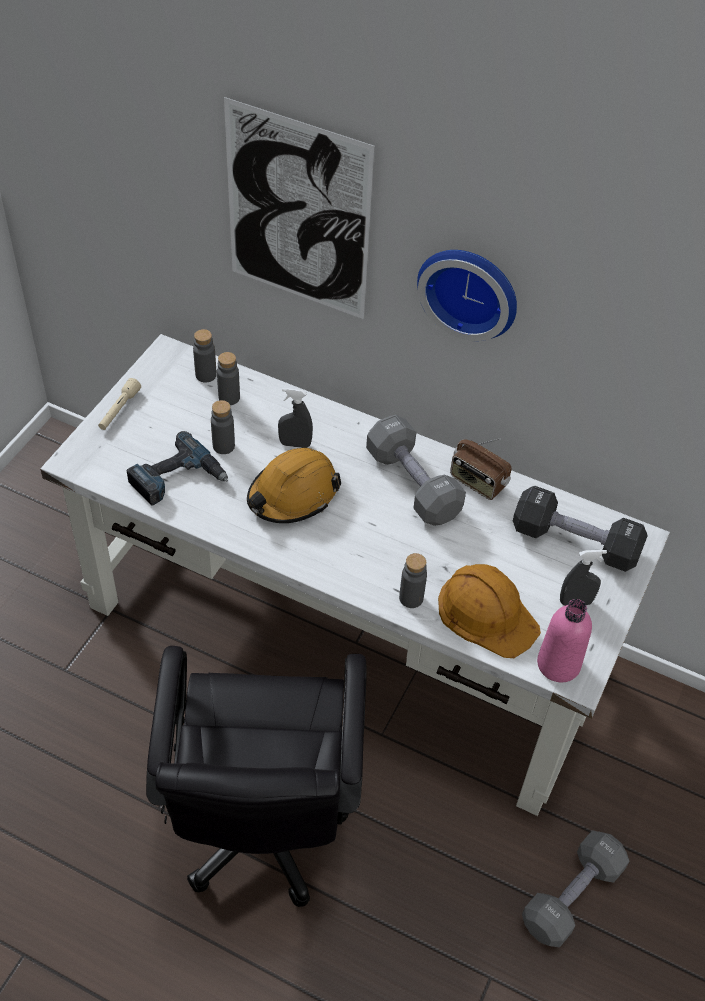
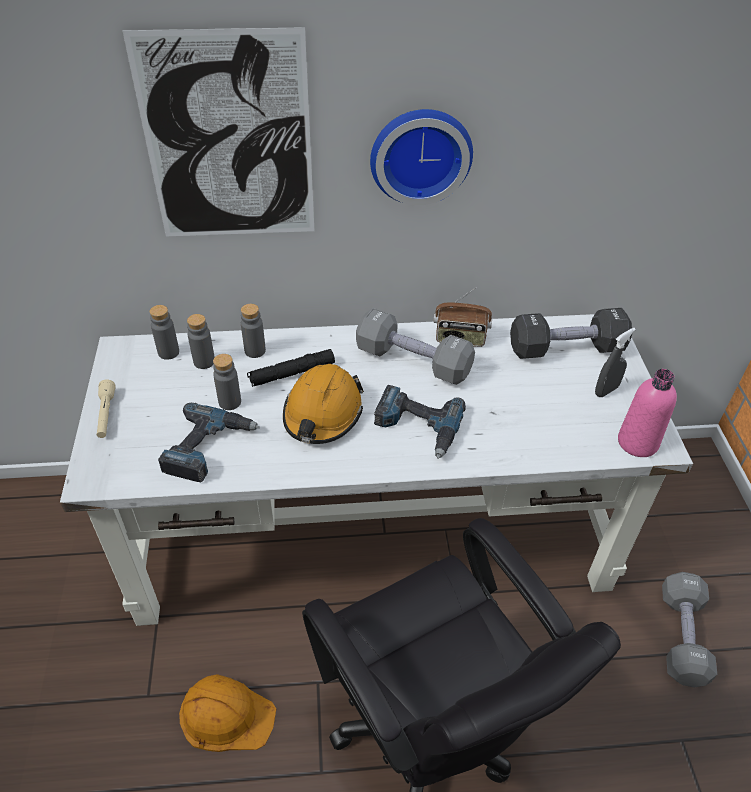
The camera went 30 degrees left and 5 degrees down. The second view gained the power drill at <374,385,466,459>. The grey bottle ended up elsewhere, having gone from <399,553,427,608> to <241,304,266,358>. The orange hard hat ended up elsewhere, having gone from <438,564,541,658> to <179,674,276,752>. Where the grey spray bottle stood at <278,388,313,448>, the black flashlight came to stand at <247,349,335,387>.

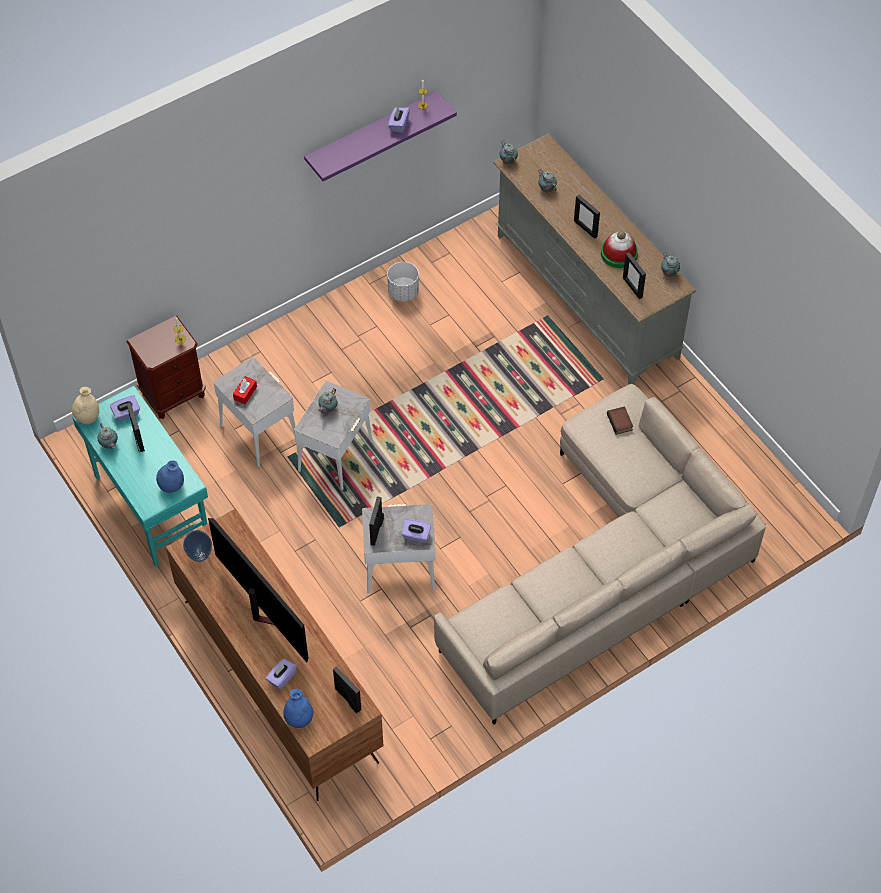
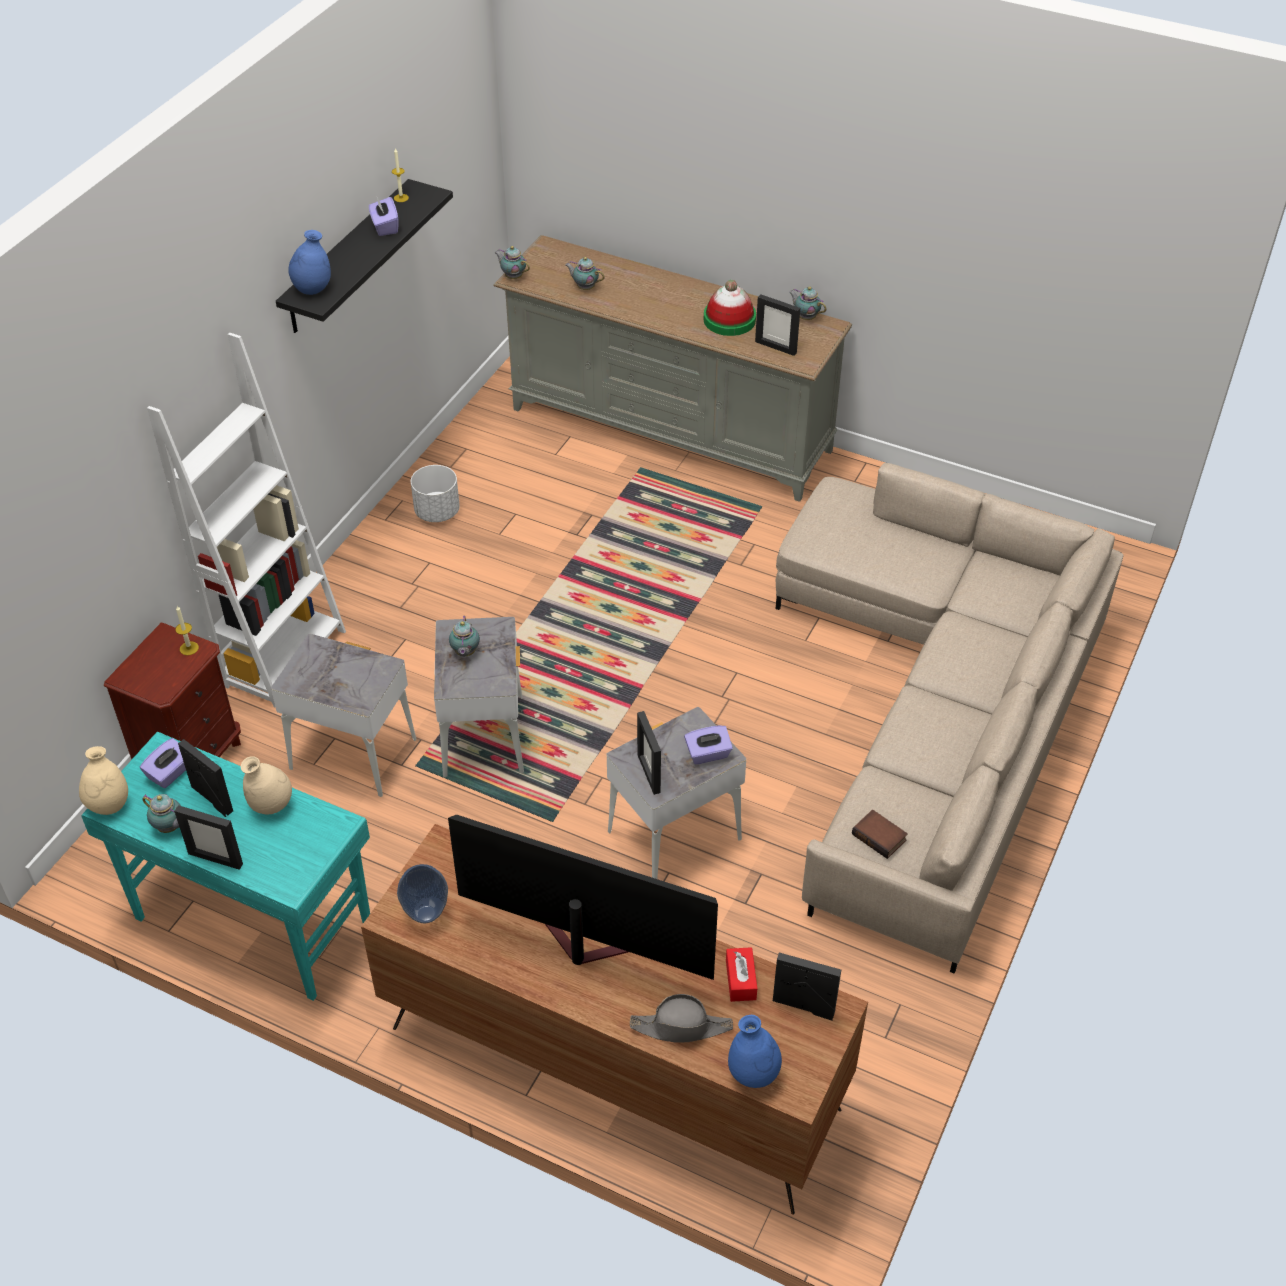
The camera went 30 degrees left and 10 degrees down. The second view gained the white bookcase at <147,333,346,708>. The second view gained the beige vase at <241,756,292,815>. The blue vase ended up elsewhere, having gone from <156,460,184,493> to <288,230,331,295>. The red tissue box ended up elsewhere, having gone from <233,376,257,404> to <726,947,757,1002>. The picture frame ended up elsewhere, having gone from <574,195,600,239> to <174,805,243,870>. The book ended up elsewhere, having gone from <607,406,633,435> to <852,810,908,859>. Where the purple tissue box stood at <266,659,297,690>, the grey hat came to stand at <630,994,733,1043>. What was the purple shelf at <304,91,457,181> turned into the black shelf at <276,179,453,333>.

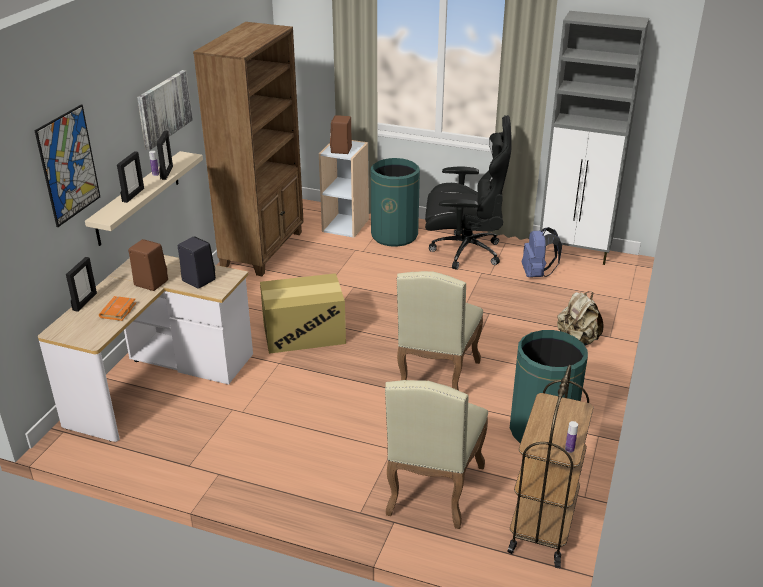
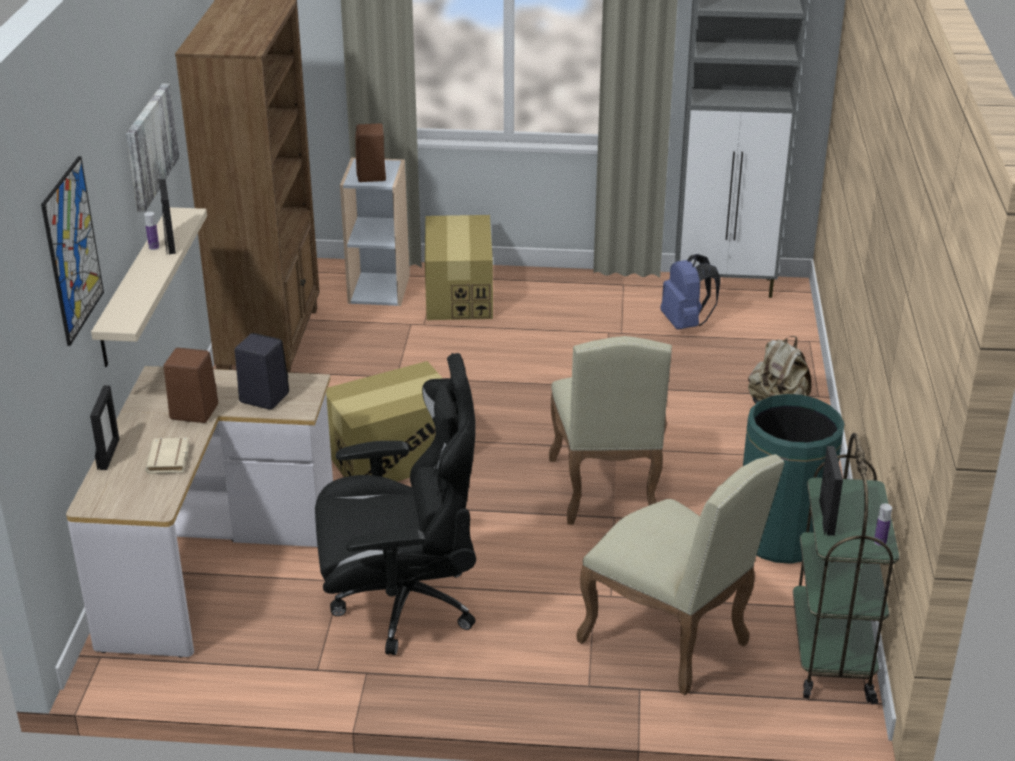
The camera went 15 degrees left and 0 degrees up. The picture frame ended up elsewhere, having gone from <117,151,144,203> to <819,446,843,536>. The black office chair ended up elsewhere, having gone from <425,115,512,270> to <315,353,476,655>. Where the green trash can stood at <371,158,420,247>, the cardboard box came to stand at <425,215,493,320>. What was the orange book at <99,296,136,321> turned into the beige book at <145,438,190,474>. What was the brown cart at <508,365,593,568> turned into the green cart at <793,433,900,704>. The beige chair at <385,380,488,529> ended up facing another way, 45 degrees counterclockwise from before.

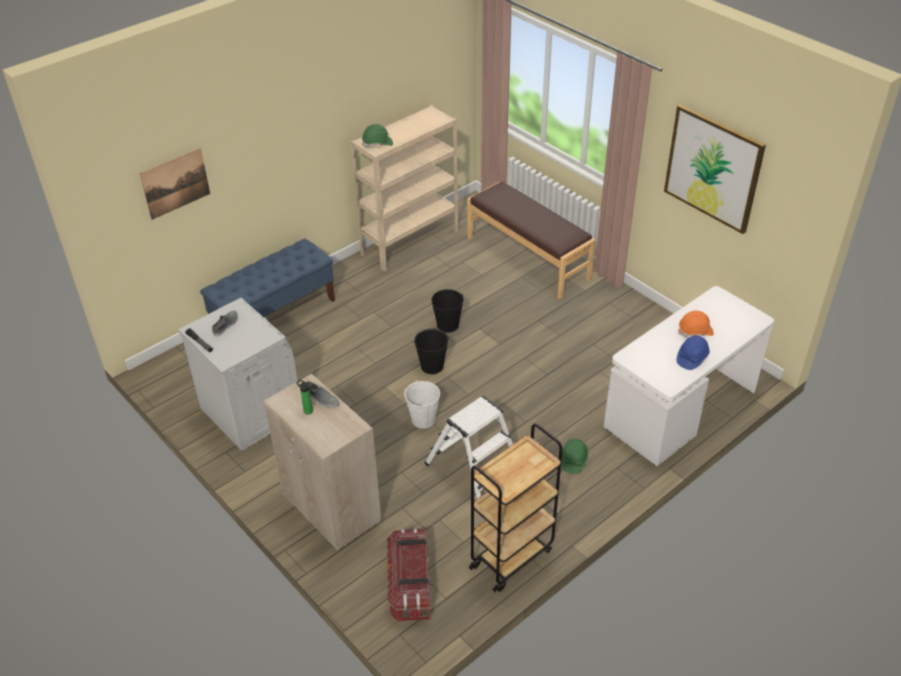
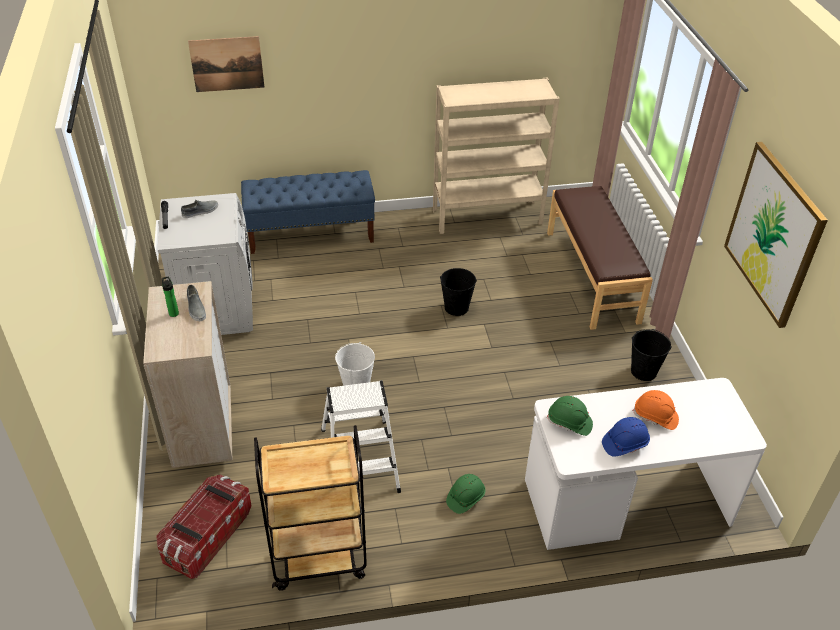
The camera went 30 degrees right and 0 degrees up. The green hard hat ended up elsewhere, having gone from <362,124,393,147> to <547,396,593,436>. The black bucket ended up elsewhere, having gone from <414,328,449,374> to <631,329,672,381>.

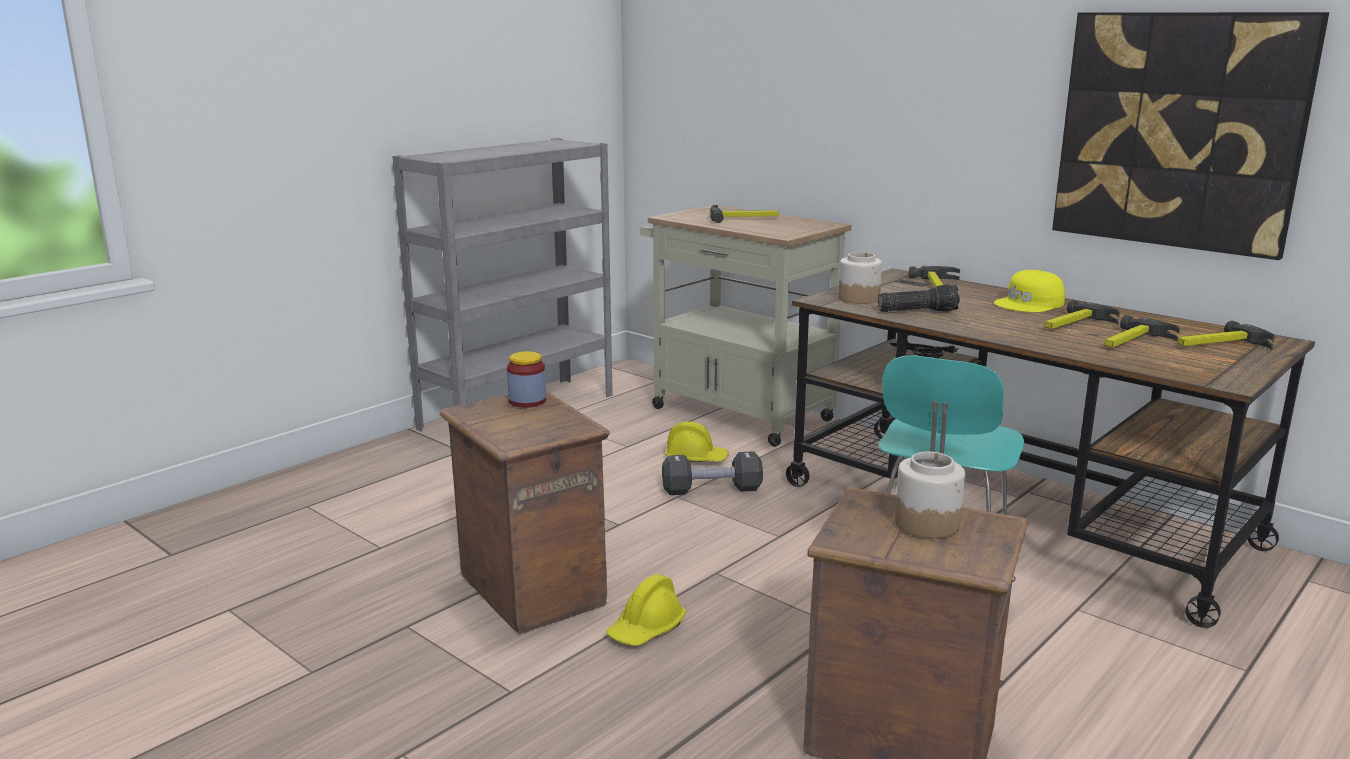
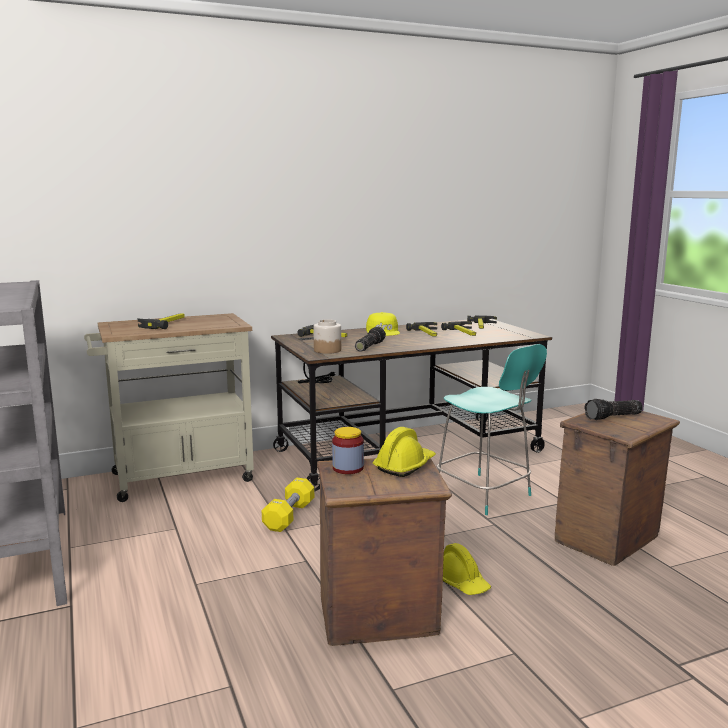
The camera went 65 degrees left and 5 degrees down. The second view lost the picture at <1052,12,1329,260>. The yellow hard hat ended up elsewhere, having gone from <665,422,729,462> to <373,427,436,477>. Where the jar stood at <895,452,965,538>, the flashlight came to stand at <584,399,643,420>. What was the black dumbbell at <662,451,763,495> turned into the yellow dumbbell at <262,478,314,532>.

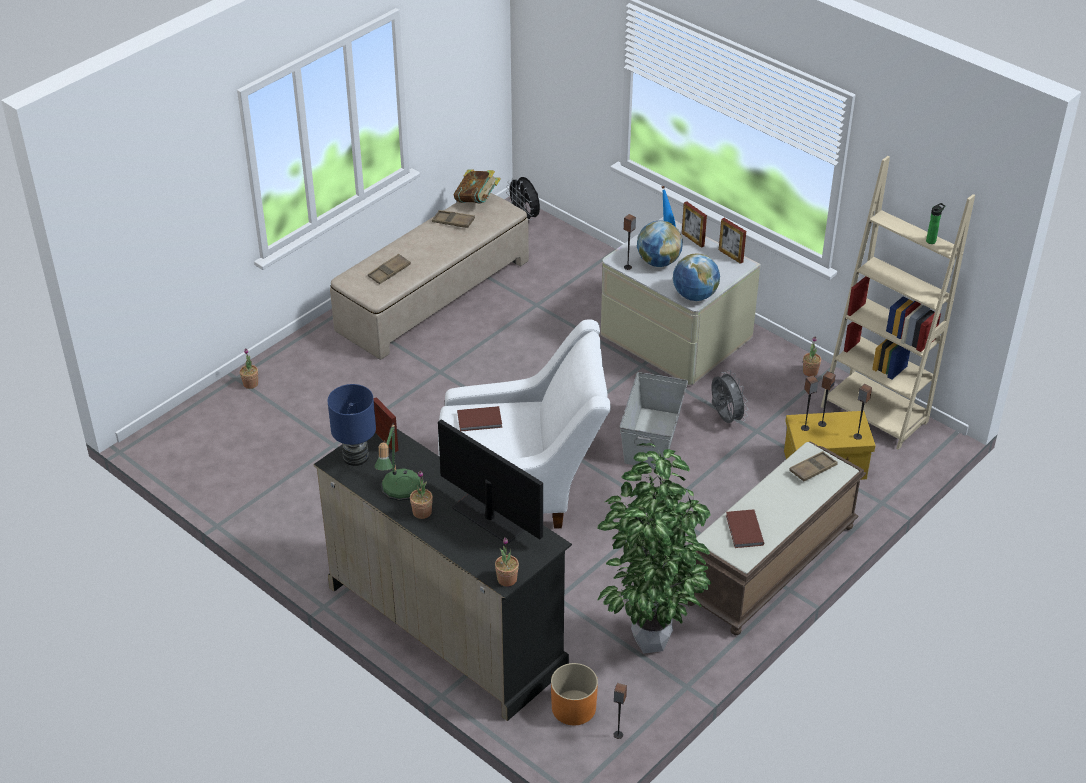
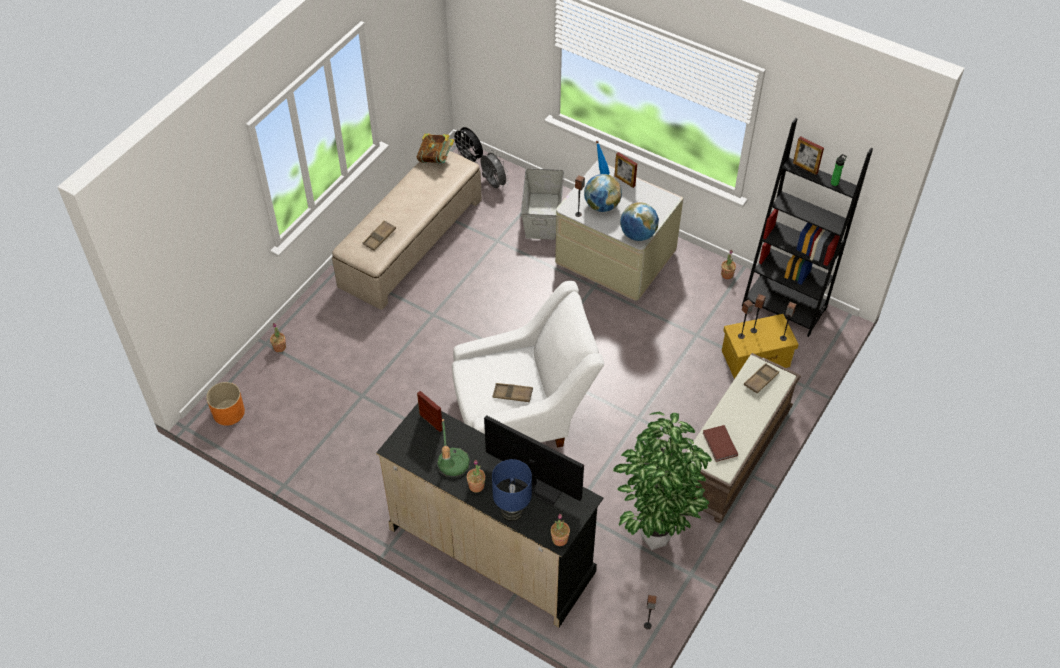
The camera went 10 degrees left and 10 degrees up. The second view lost the brown book at <457,406,502,431>. The blue table lamp ended up elsewhere, having gone from <328,384,376,466> to <492,459,532,521>. The brown tray ended up elsewhere, having gone from <432,210,475,228> to <492,383,533,402>. The orange planter ended up elsewhere, having gone from <551,663,598,725> to <206,382,245,426>. The grey storage box ended up elsewhere, having gone from <620,372,688,469> to <521,168,564,240>. The grey fan ended up elsewhere, having gone from <711,370,748,423> to <480,150,509,188>. The picture frame ended up elsewhere, having gone from <719,218,746,264> to <793,136,824,175>. What was the beige bookcase at <821,156,975,450> turned into the black bookcase at <742,118,873,337>.

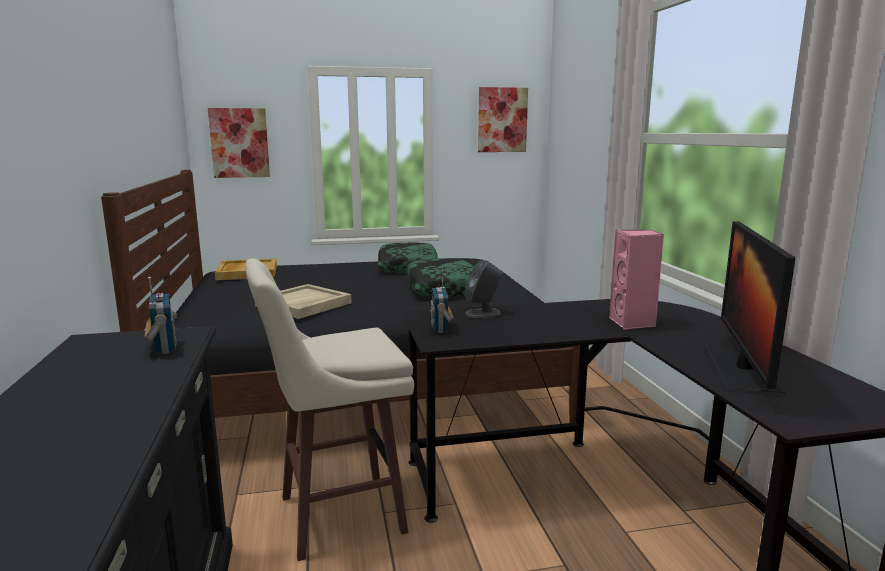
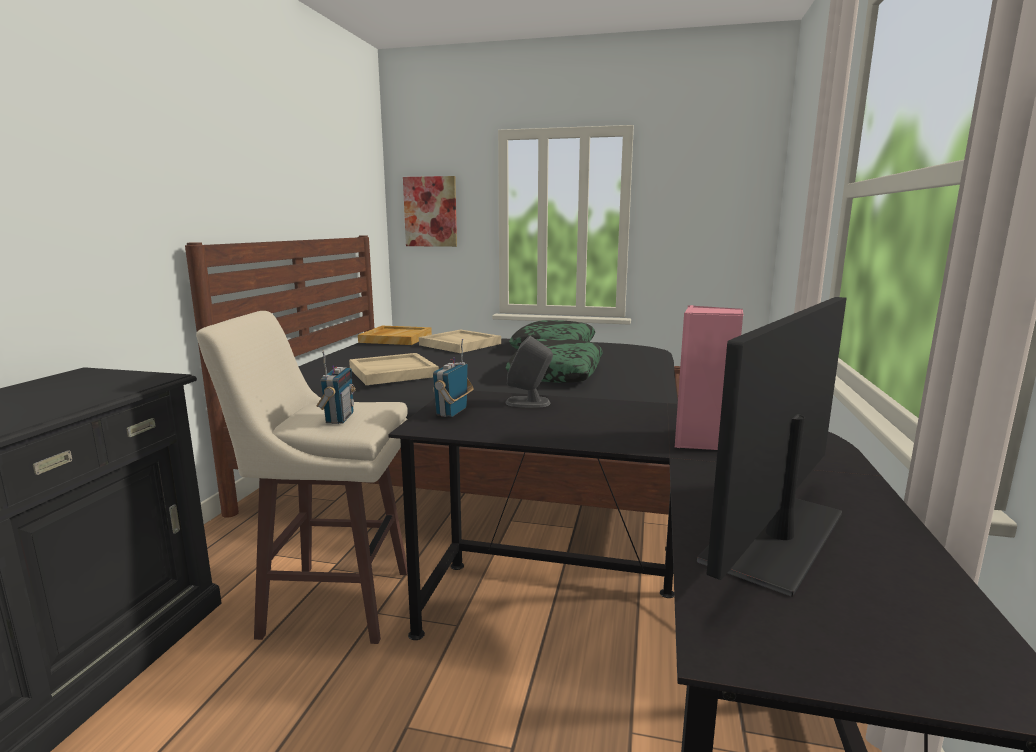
The camera went 25 degrees right and 0 degrees up. The second view lost the picture at <478,87,528,152>. The second view gained the beige tray at <419,329,501,353>. The radio ended up elsewhere, having gone from <144,277,177,354> to <317,351,356,424>.

